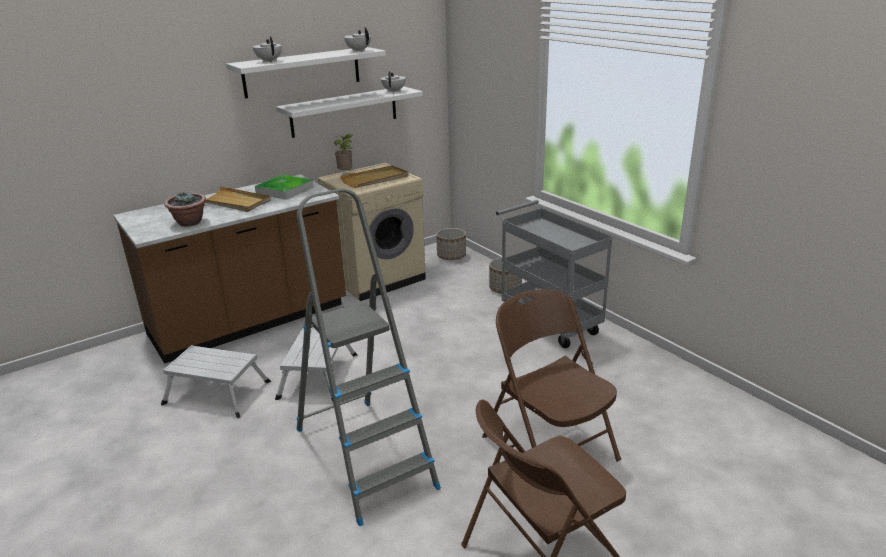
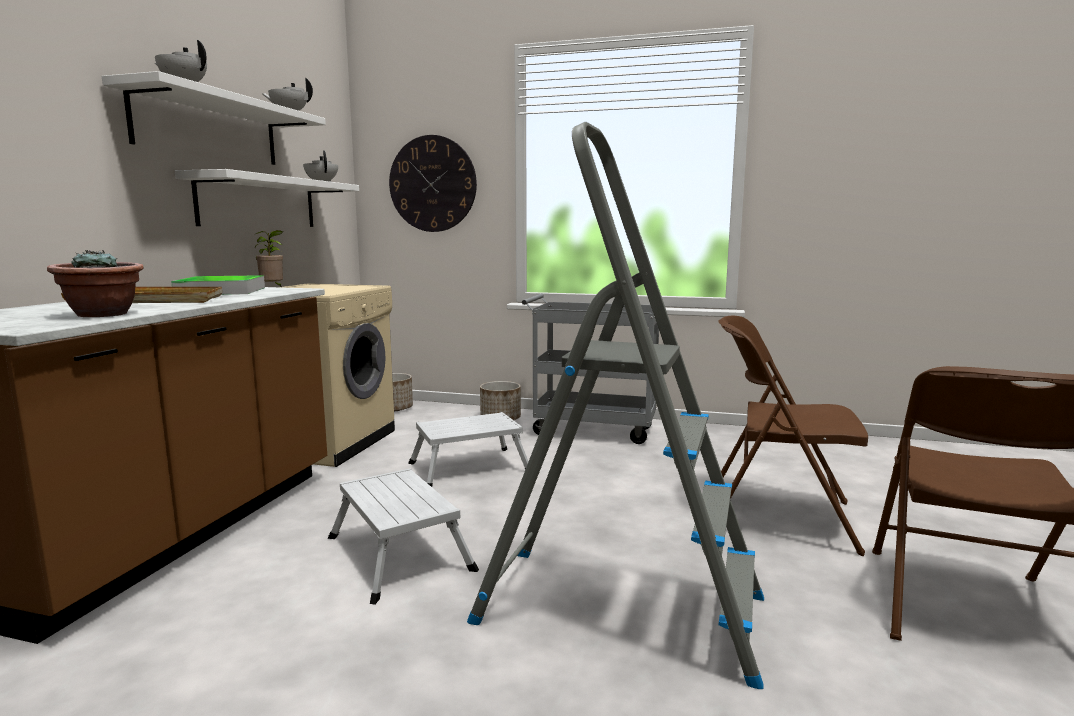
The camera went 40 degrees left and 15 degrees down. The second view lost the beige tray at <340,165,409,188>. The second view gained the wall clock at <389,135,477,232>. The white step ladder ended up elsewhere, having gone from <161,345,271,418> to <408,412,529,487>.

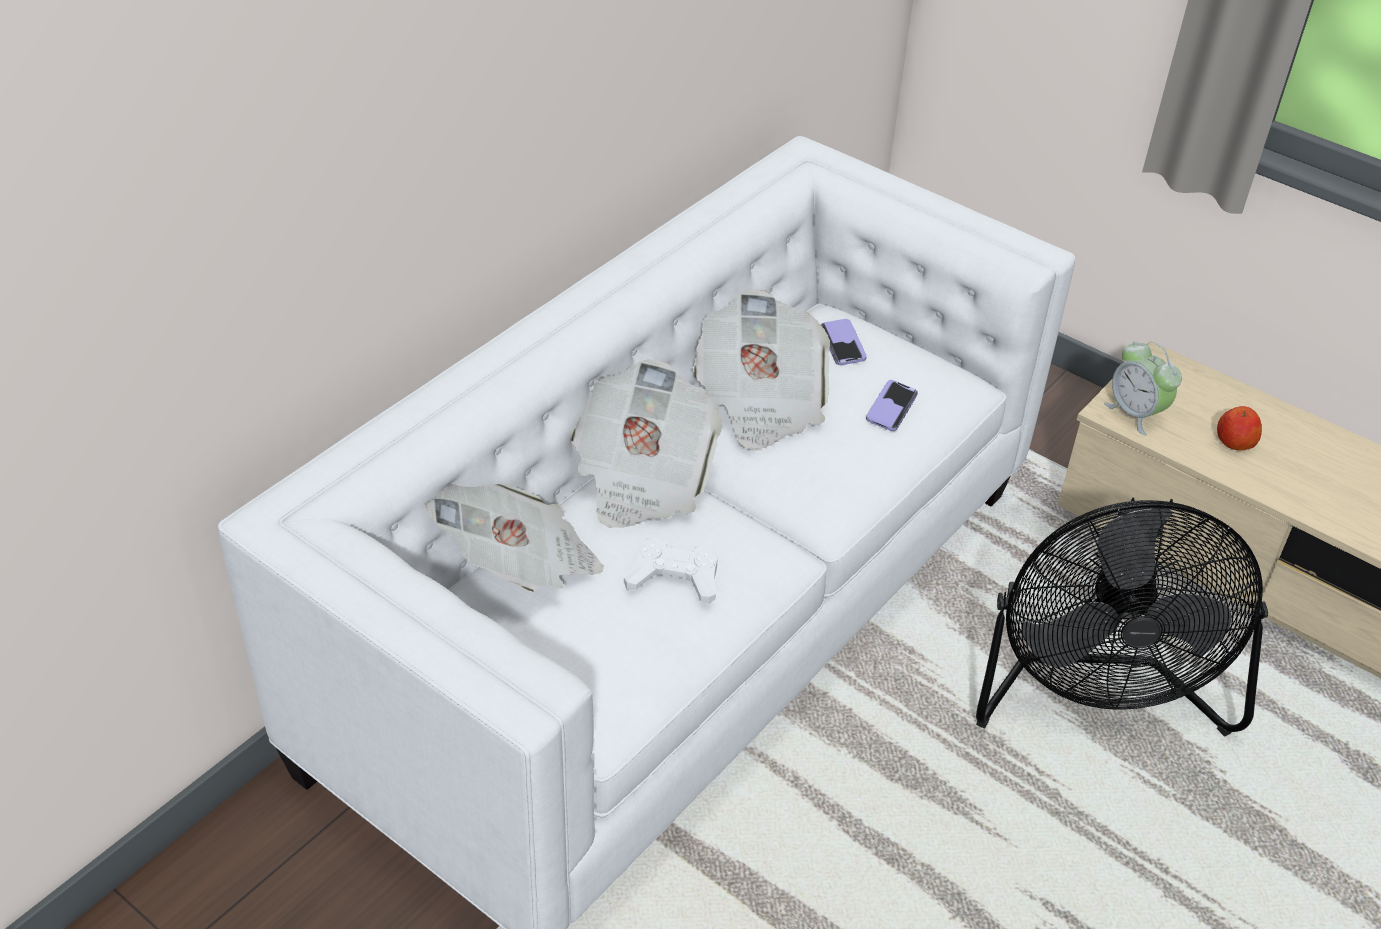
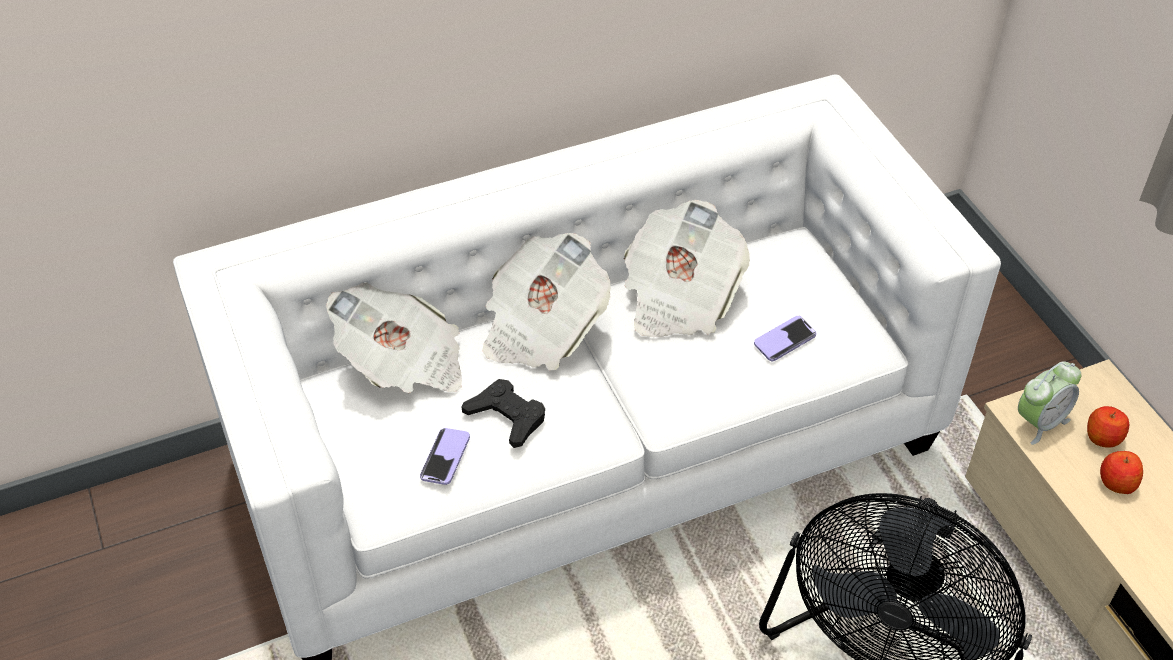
The camera went 30 degrees right and 5 degrees up. The second view gained the apple at <1087,406,1129,448>. The phone ended up elsewhere, having gone from <821,319,867,365> to <420,428,470,485>. What was the white game controller at <624,538,718,604> turned into the black game controller at <462,379,545,448>. The alarm clock at <1104,341,1182,436> ended up facing another way, 120 degrees counterclockwise from before.

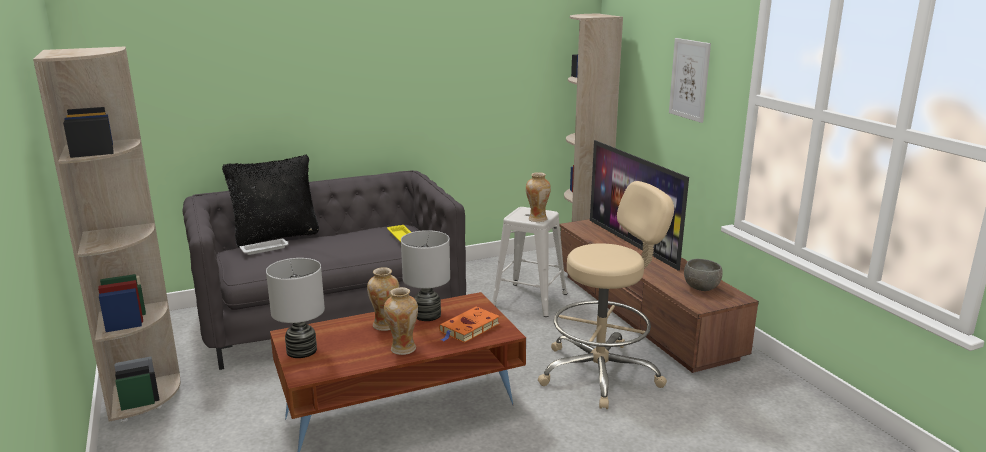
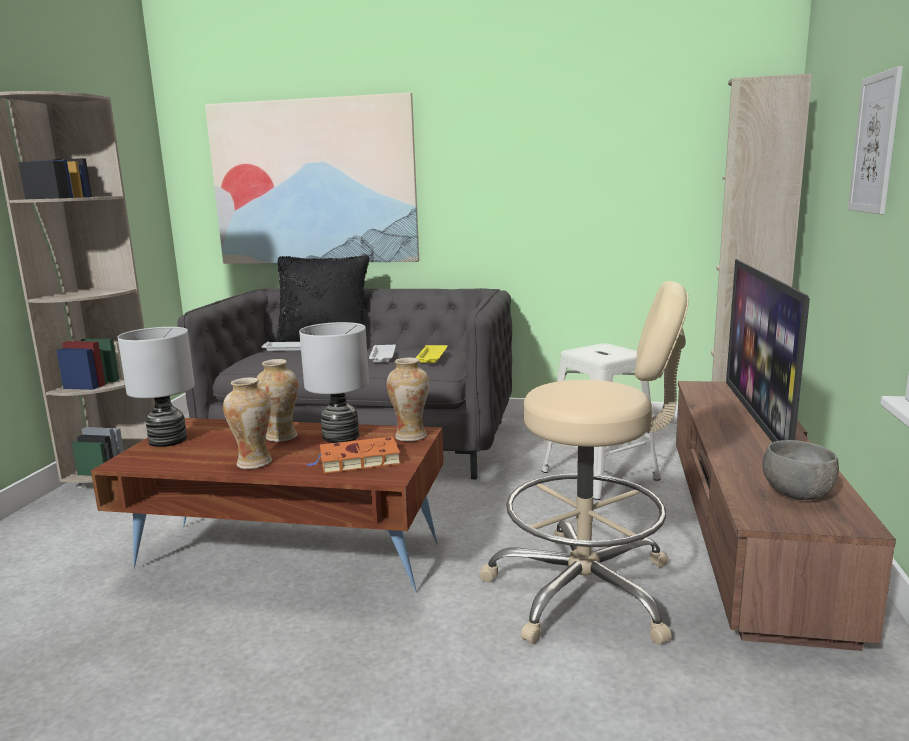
The camera went 35 degrees right and 5 degrees down. The second view gained the picture at <205,92,419,264>. The second view gained the white tray at <369,345,396,362>. The vase ended up elsewhere, having gone from <526,172,551,222> to <387,357,429,442>.

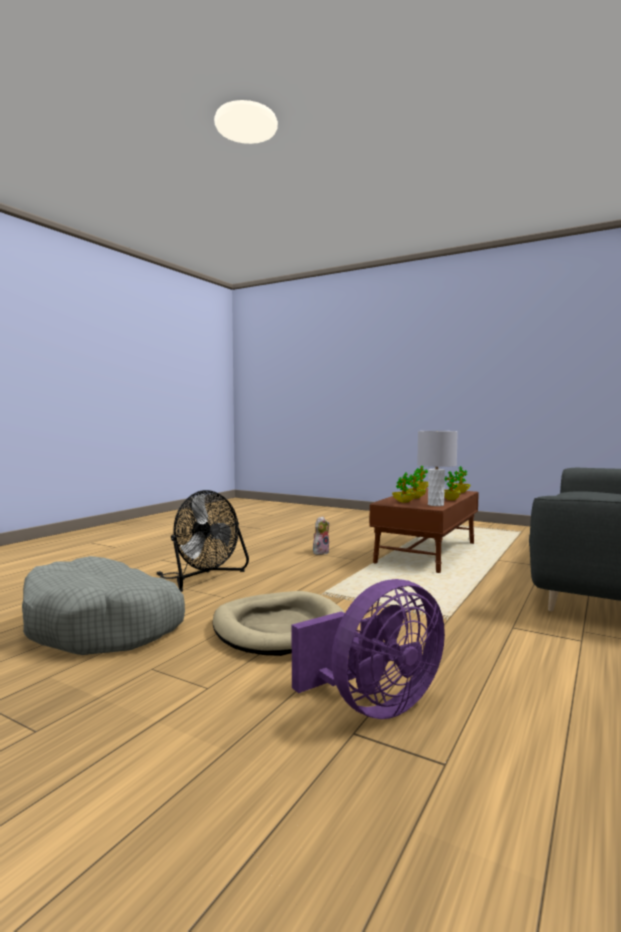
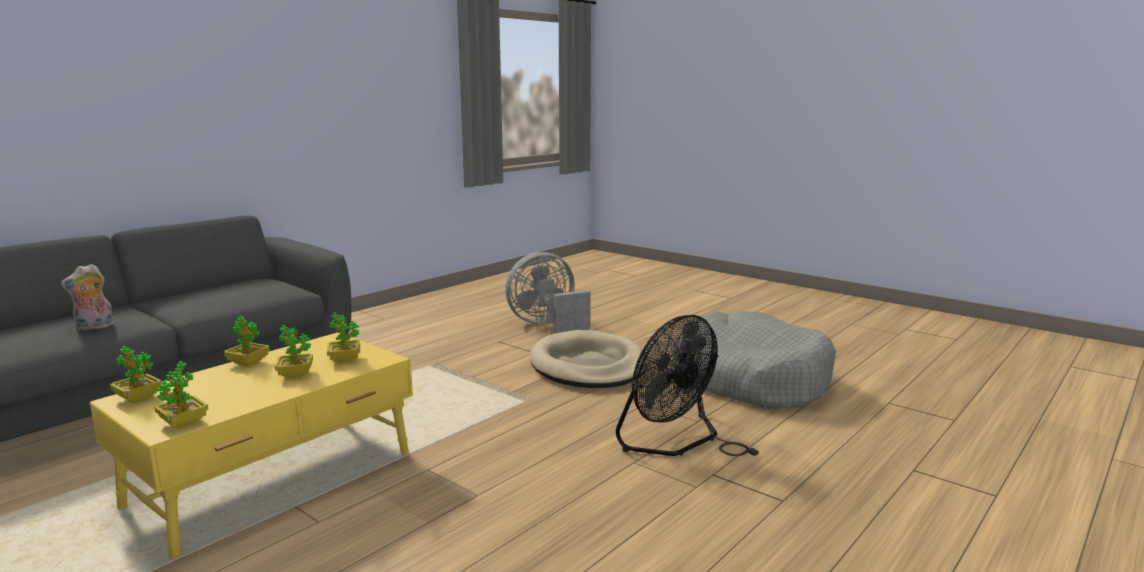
The camera went 170 degrees left and 10 degrees up. The second view lost the grey table lamp at <417,431,458,506>. The plush toy ended up elsewhere, having gone from <313,516,329,555> to <61,264,114,331>. What was the purple fan at <292,579,445,719> turned into the grey fan at <505,252,591,334>. What was the brown coffee table at <369,488,479,573> turned into the yellow coffee table at <90,332,413,559>.

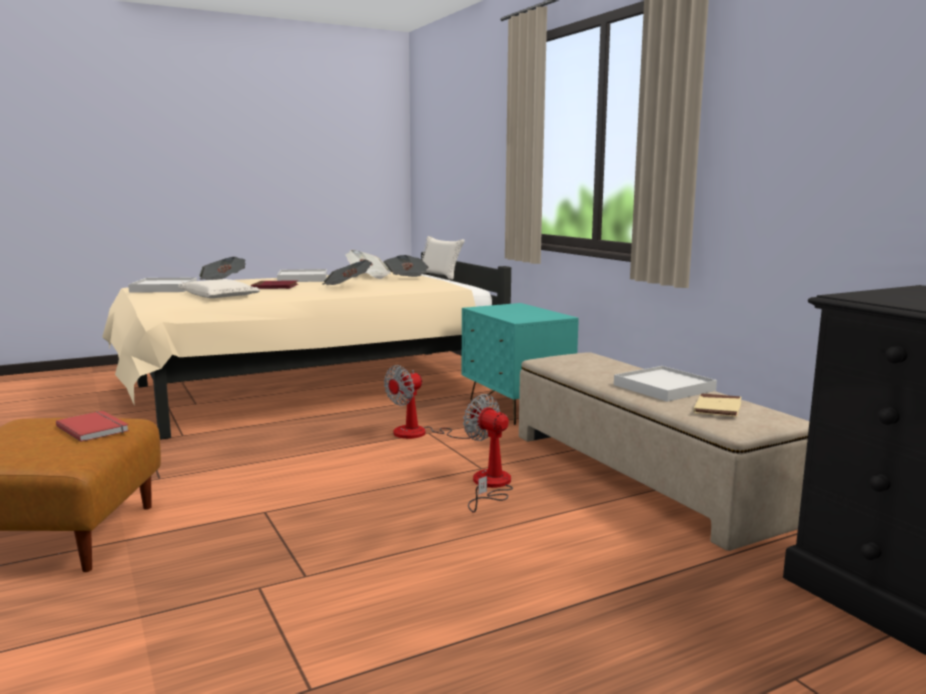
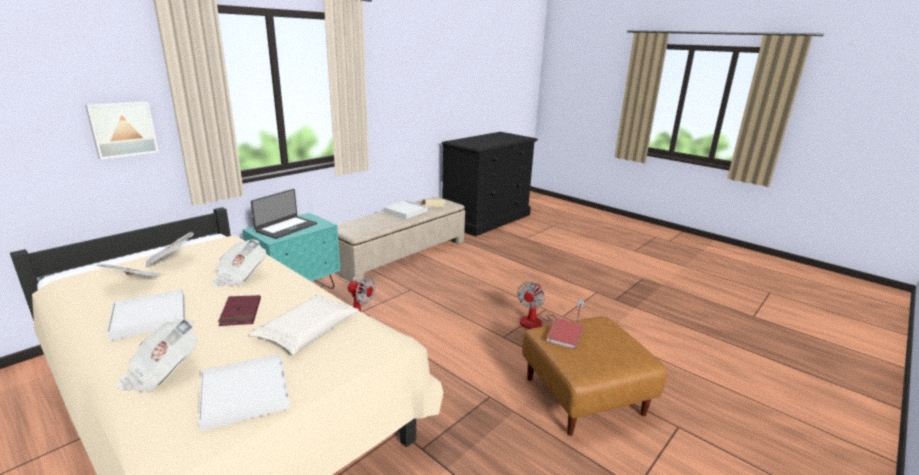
The camera went 110 degrees left and 10 degrees up. The second view lost the white pillow at <421,236,464,280>. The second view gained the picture at <85,101,159,160>. The second view gained the laptop at <251,189,317,239>. The fan ended up elsewhere, having gone from <463,394,513,513> to <517,282,584,329>.

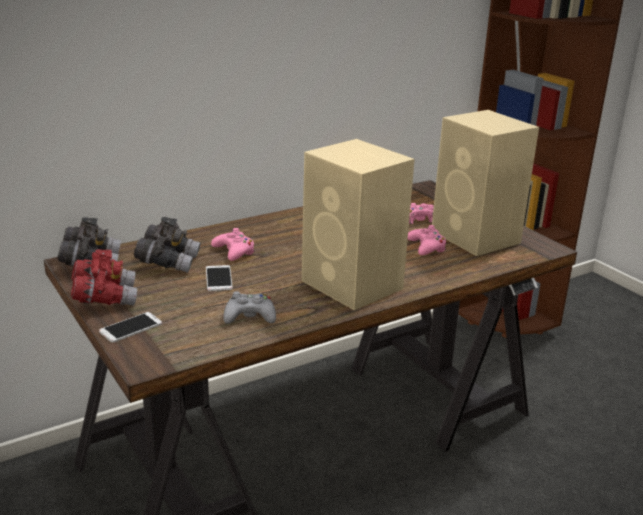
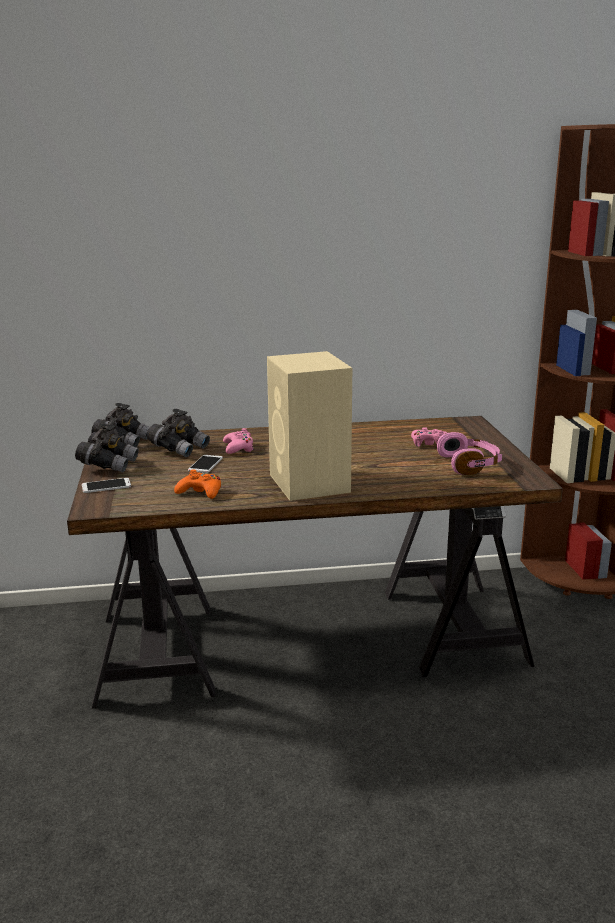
The camera went 25 degrees right and 5 degrees down. The second view lost the pink game controller at <408,225,446,255>. Where the beige speaker stood at <432,110,539,256>, the pink headphones came to stand at <437,432,502,475>. What was the red binoculars at <71,249,137,306> turned into the grey binoculars at <75,423,139,473>. What was the grey game controller at <223,291,276,324> turned into the orange game controller at <174,469,221,499>.

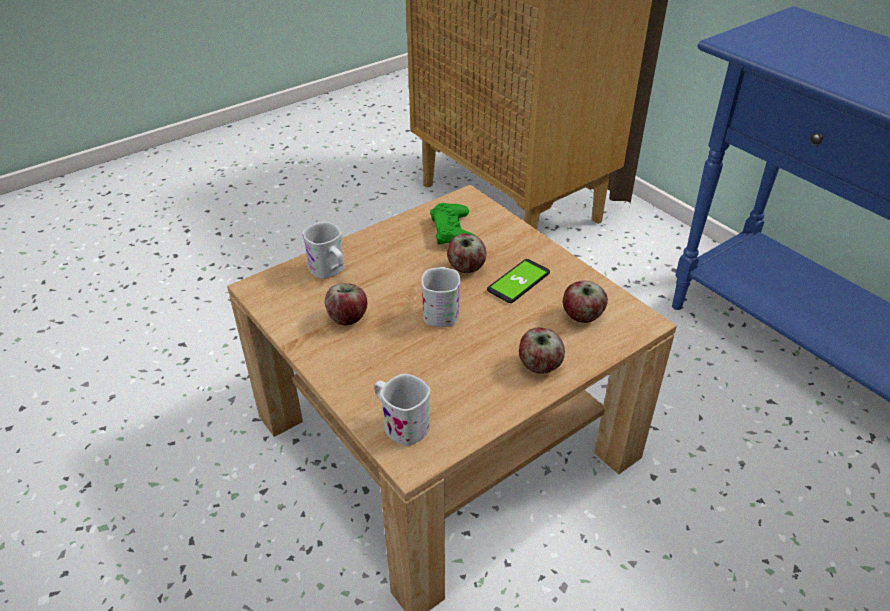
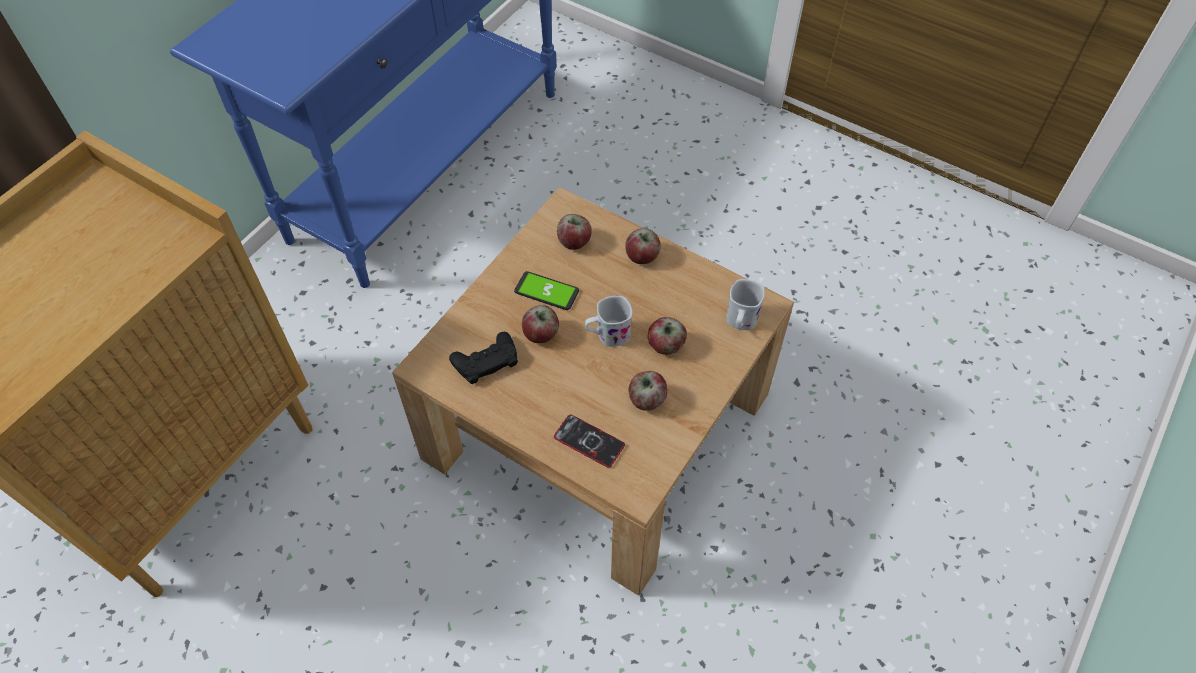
The camera went 110 degrees left and 15 degrees up. The second view gained the apple at <648,317,687,355>. Where the white mug stood at <302,221,344,279>, the phone came to stand at <554,414,625,468>. What was the green game controller at <430,203,476,245> turned into the black game controller at <449,332,518,384>.

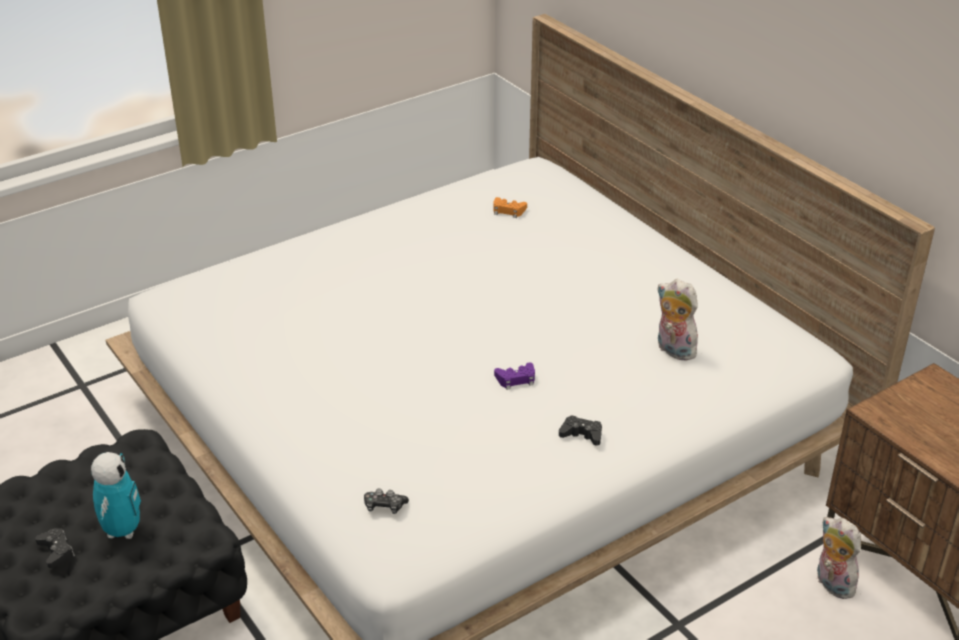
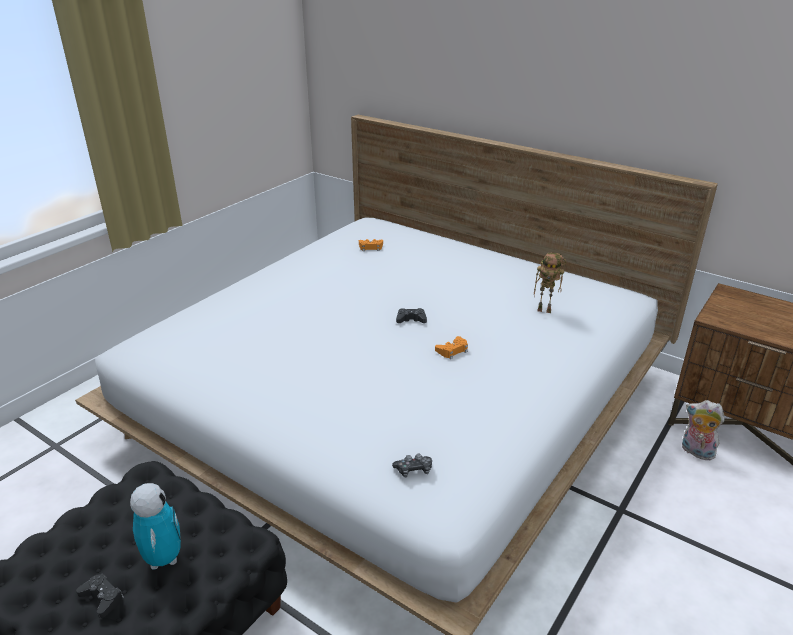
The camera went 20 degrees left and 5 degrees down. The black game controller ended up elsewhere, having gone from <559,415,602,446> to <396,308,427,323>. Where the plush toy stood at <657,279,701,361>, the toy robot came to stand at <534,252,566,313>. What was the purple game controller at <494,362,535,390> turned into the orange game controller at <435,336,468,359>.

